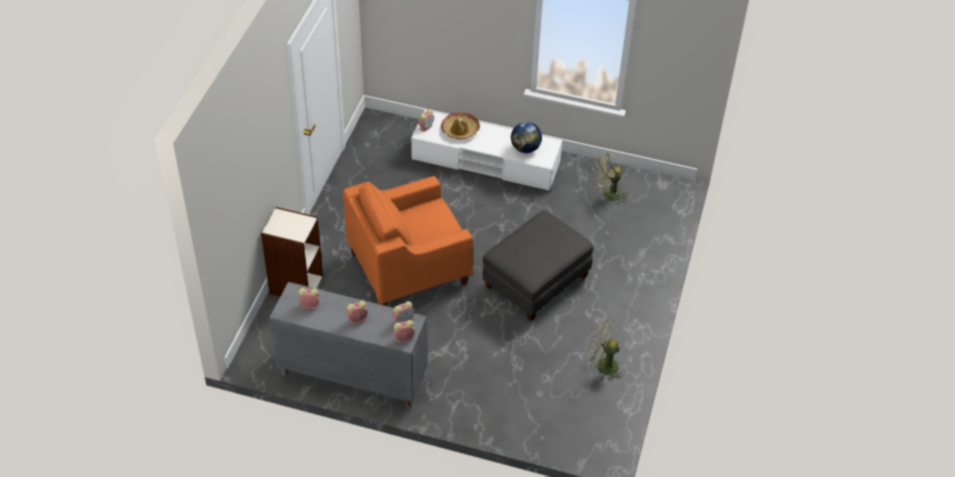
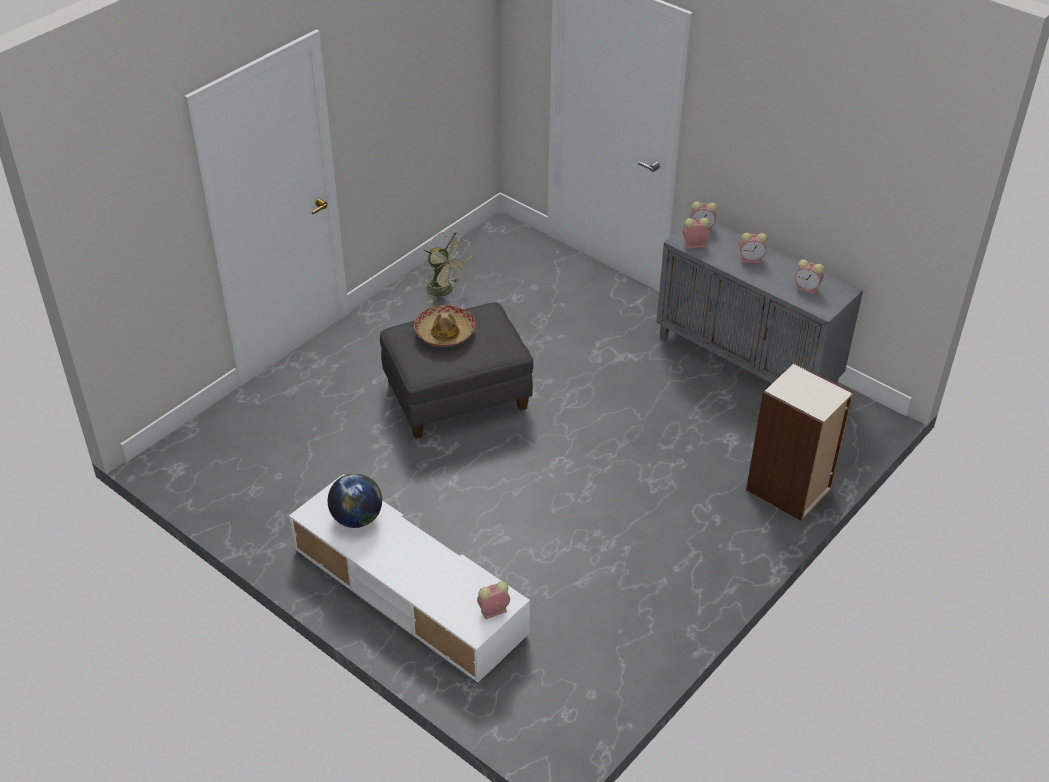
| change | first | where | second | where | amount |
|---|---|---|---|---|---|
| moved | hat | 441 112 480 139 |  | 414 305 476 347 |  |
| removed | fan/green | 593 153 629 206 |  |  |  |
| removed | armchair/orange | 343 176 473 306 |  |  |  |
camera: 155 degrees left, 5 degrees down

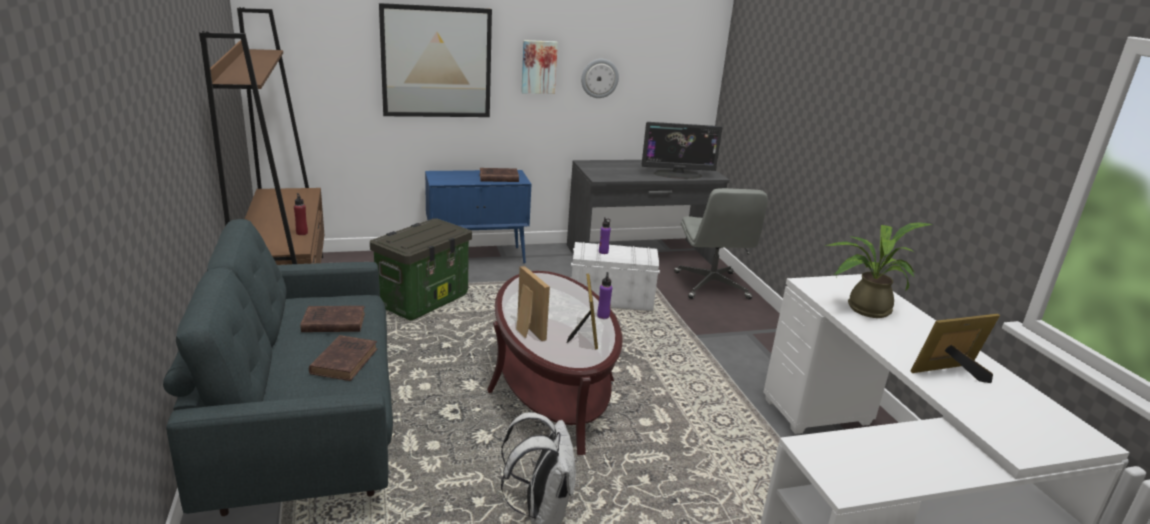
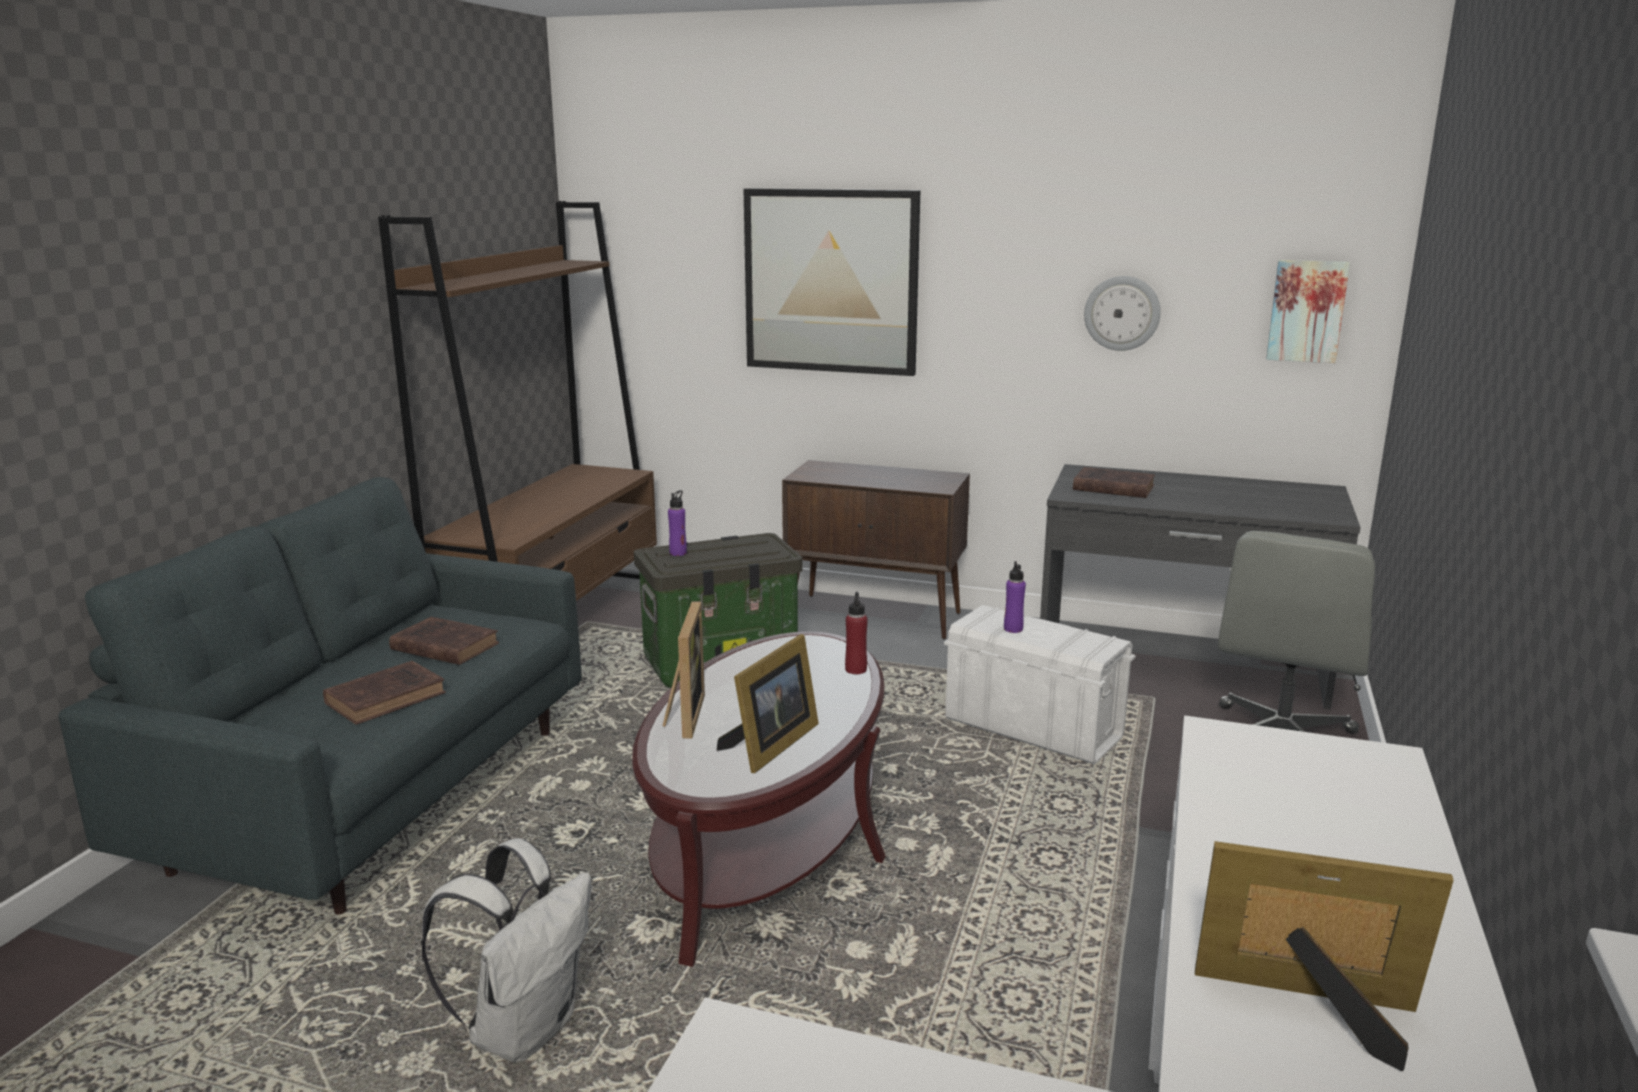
| change | first | where | second | where | amount |
|---|---|---|---|---|---|
| moved | picture | 521 40 558 94 |  | 1266 260 1350 363 |  |
| removed | monitor | 642 122 723 179 |  |  |  |
| moved | book/brown | 480 168 519 182 |  | 1073 467 1155 498 |  |
| recoloured | cabinet/blue | 425 170 531 264 | cabinet/brown | 782 460 970 640 |  |
| moved | bottle/red | 294 193 308 235 |  | 845 592 868 674 |  |
| removed | potted plant | 825 222 933 318 |  |  |  |
| moved | bottle/purple | 597 272 612 319 |  | 668 490 687 556 |  |
camera: 35 degrees right, 5 degrees down

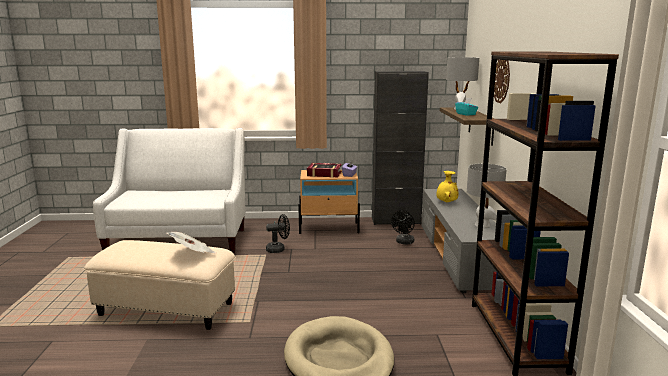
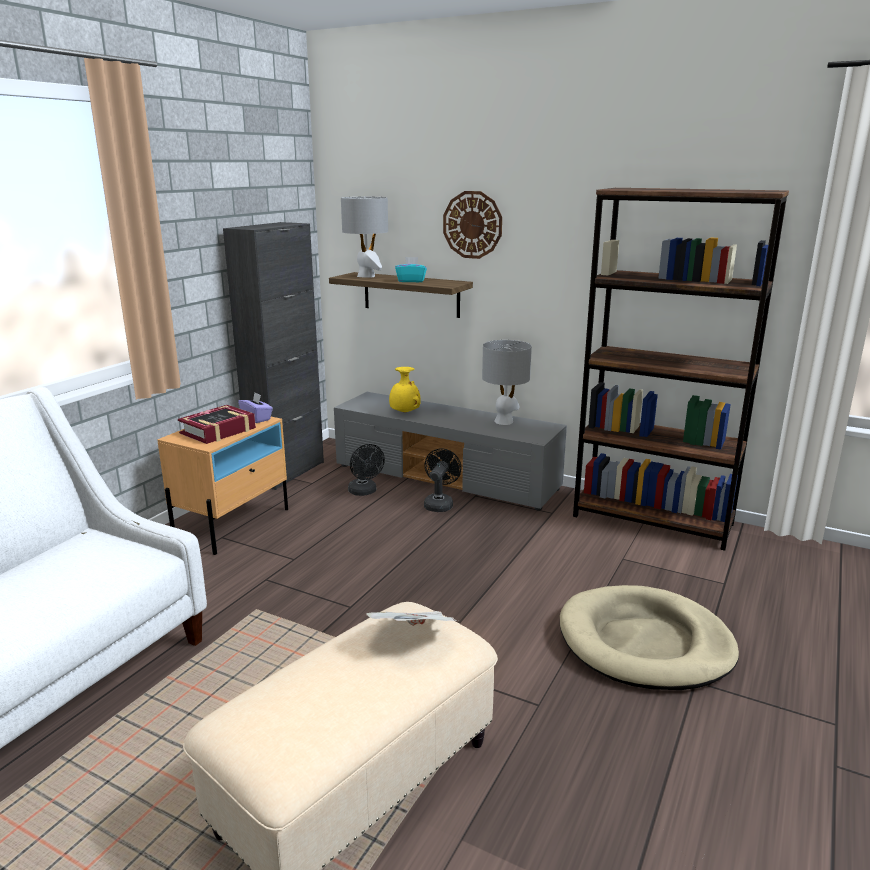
| change | first | where | second | where | amount |
|---|---|---|---|---|---|
| moved | fan/black | 266 214 290 253 |  | 424 448 462 512 |  |
camera: 60 degrees left, 5 degrees up

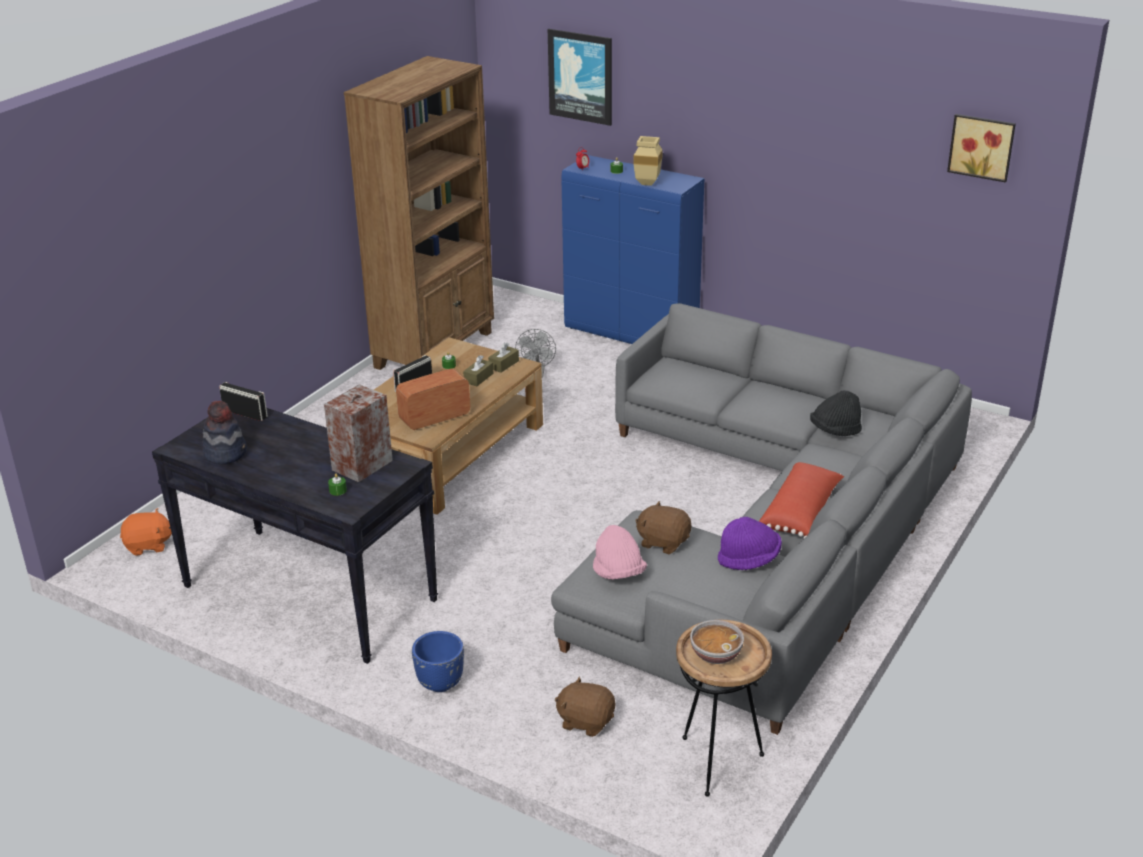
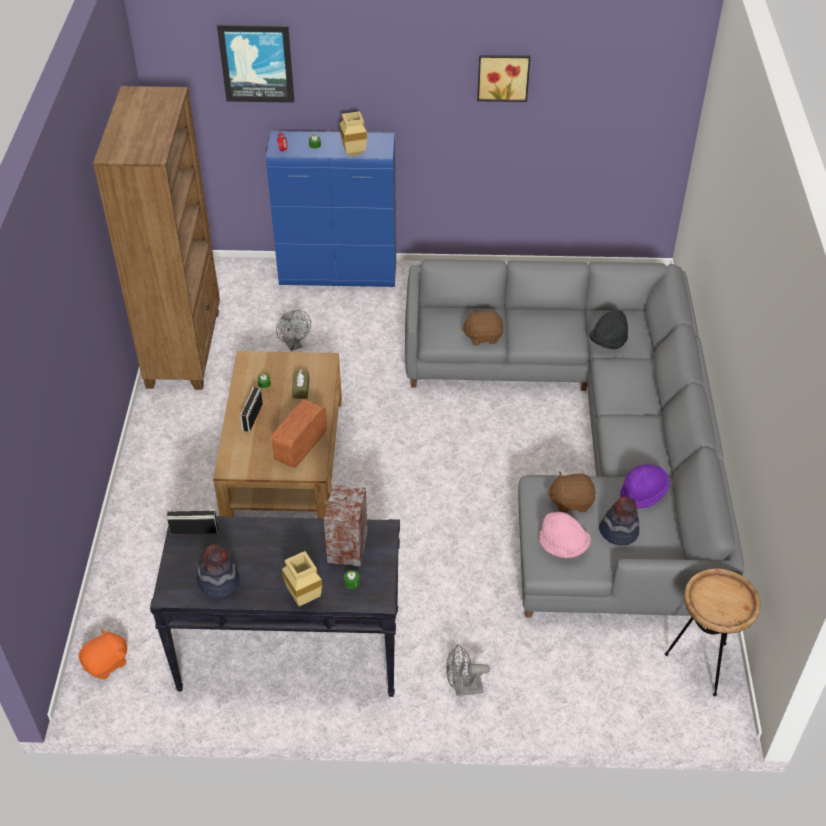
| change | first | where | second | where | amount |
|---|---|---|---|---|---|
| moved | picture | 947 114 1016 182 |  | 477 55 530 102 |  |
| removed | tissue box/brown | 488 342 519 373 |  |  |  |
| removed | pillow/red | 759 462 844 539 |  |  |  |
| removed | bowl | 690 620 744 664 |  |  |  |
| replaced | planter/blue | 412 631 464 692 | fan/grey | 446 645 490 696 |  |
| moved | plush toy/brown | 555 676 615 737 |  | 461 310 504 346 |  |
| added |  |  | hat | 599 496 639 546 |  |
| added |  |  | vase/beige | 282 551 322 606 |  |
camera: 30 degrees left, 15 degrees up

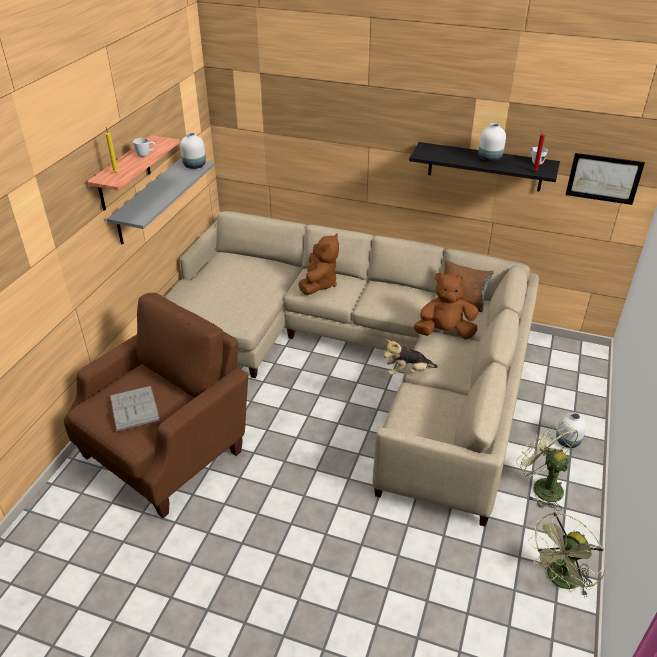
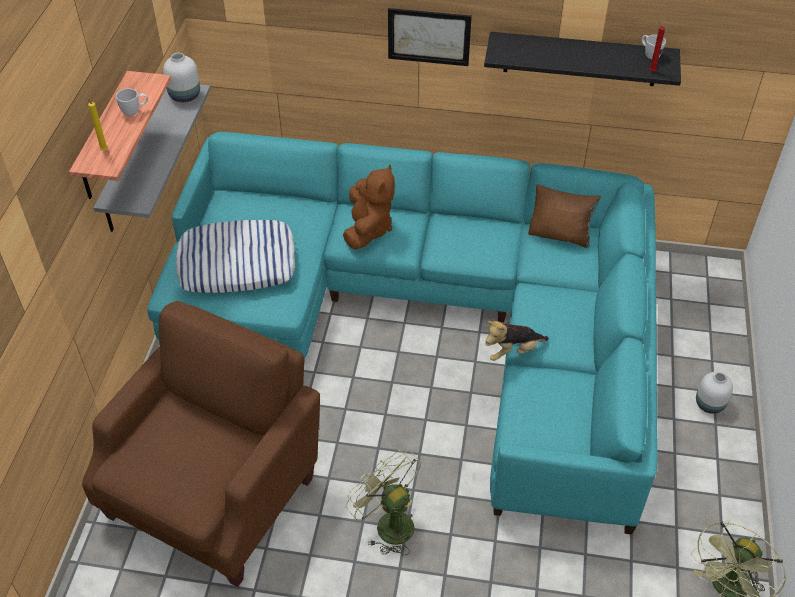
| change | first | where | second | where | amount |
|---|---|---|---|---|---|
| removed | vase/white | 478 123 506 162 |  |  |  |
| moved | picture | 565 153 645 205 |  | 388 8 472 66 |  |
| recoloured | sofa/beige | 165 211 539 526 | sofa/turquoise | 147 132 657 535 |  |
| removed | plush toy/brown | 414 273 478 339 |  |  |  |
| removed | book/grey | 110 386 160 432 |  |  |  |
| moved | fan/green | 516 422 578 511 |  | 346 450 421 556 |  |
| added |  |  | pillow | 176 220 295 293 |  |
camera: 10 degrees left, 10 degrees up

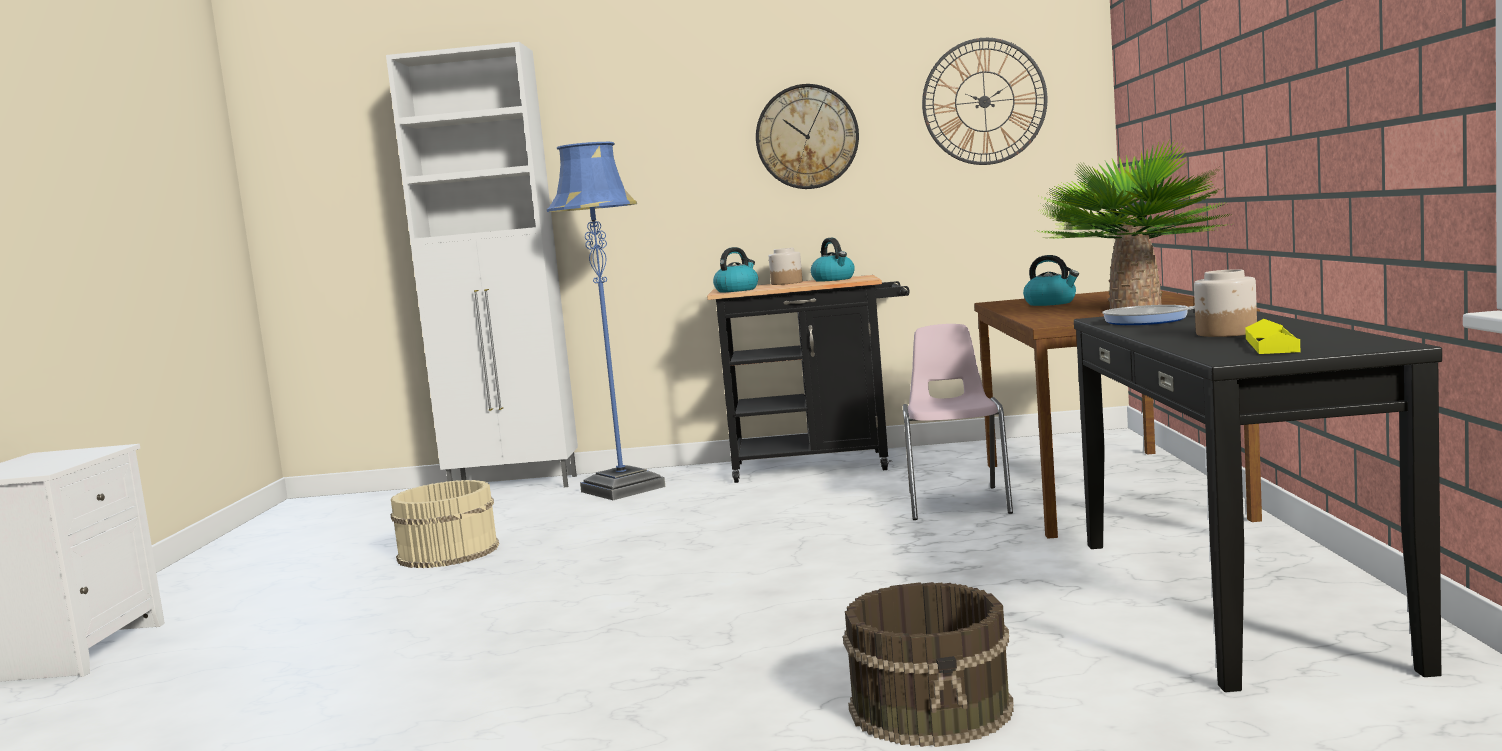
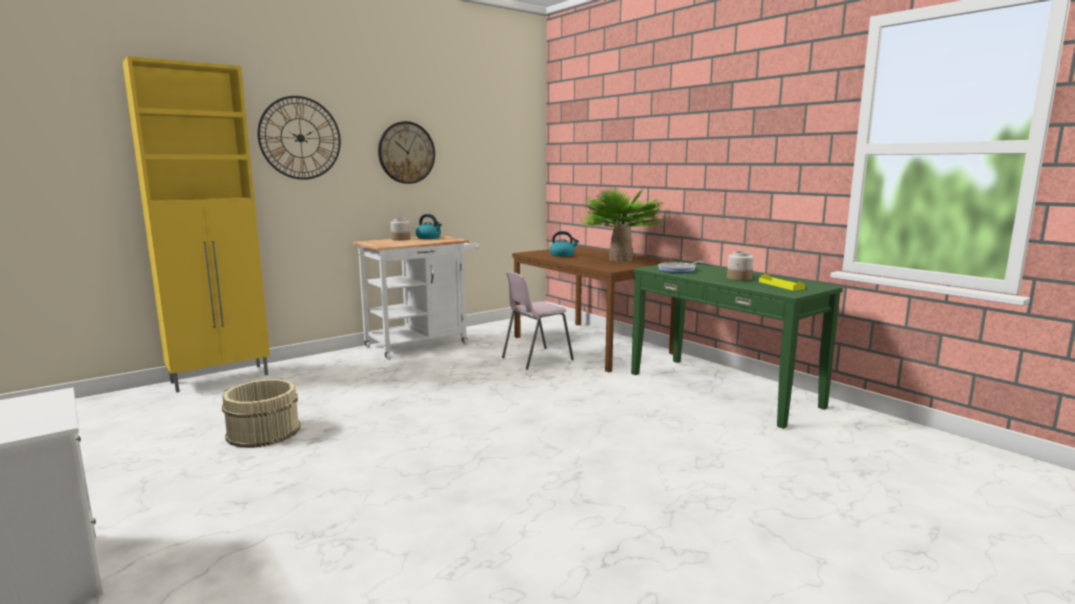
| change | first | where | second | where | amount |
|---|---|---|---|---|---|
| moved | wall clock | 922 38 1047 165 |  | 258 96 341 180 |  |
| recoloured | cabinet/white | 386 42 578 487 | cabinet/yellow | 123 56 270 393 |  |
| removed | floor lamp/blue | 547 142 666 500 |  |  |  |
| removed | kettle | 713 247 758 292 |  |  |  |
| recoloured | cart/black | 707 275 909 483 | cart/white | 353 235 479 360 |  |
| recoloured | console table/black | 1074 308 1442 692 | console table/green | 631 261 843 429 |  |
| turned | chair/pink | 903 324 1013 520 |  | 502 272 574 370 | 90 degrees counterclockwise |
| removed | bucket/brown | 843 582 1014 747 |  |  |  |
camera: 40 degrees left, 5 degrees up

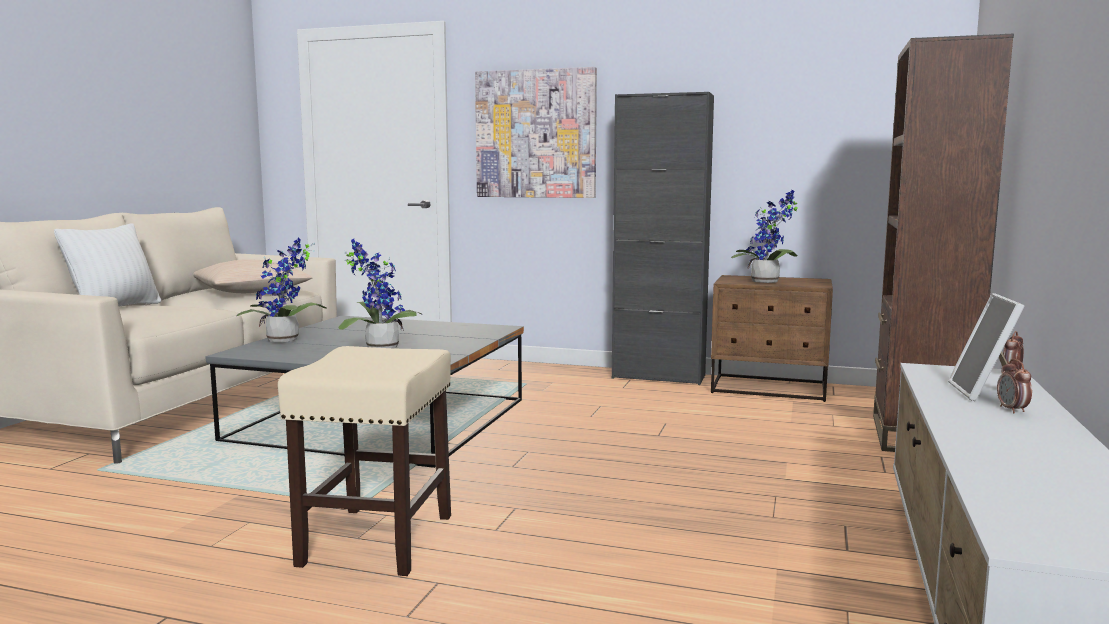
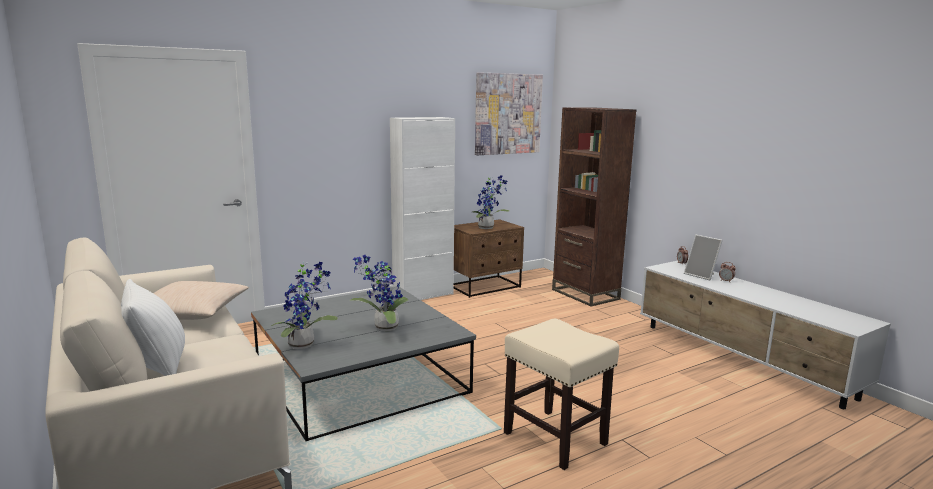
| change | first | where | second | where | amount |
|---|---|---|---|---|---|
| moved | picture | 475 67 597 198 |  | 475 72 543 155 |  |
| recoloured | cabinet/black | 612 92 714 385 | cabinet/white | 390 117 455 300 |  |
camera: 50 degrees left, 5 degrees up

